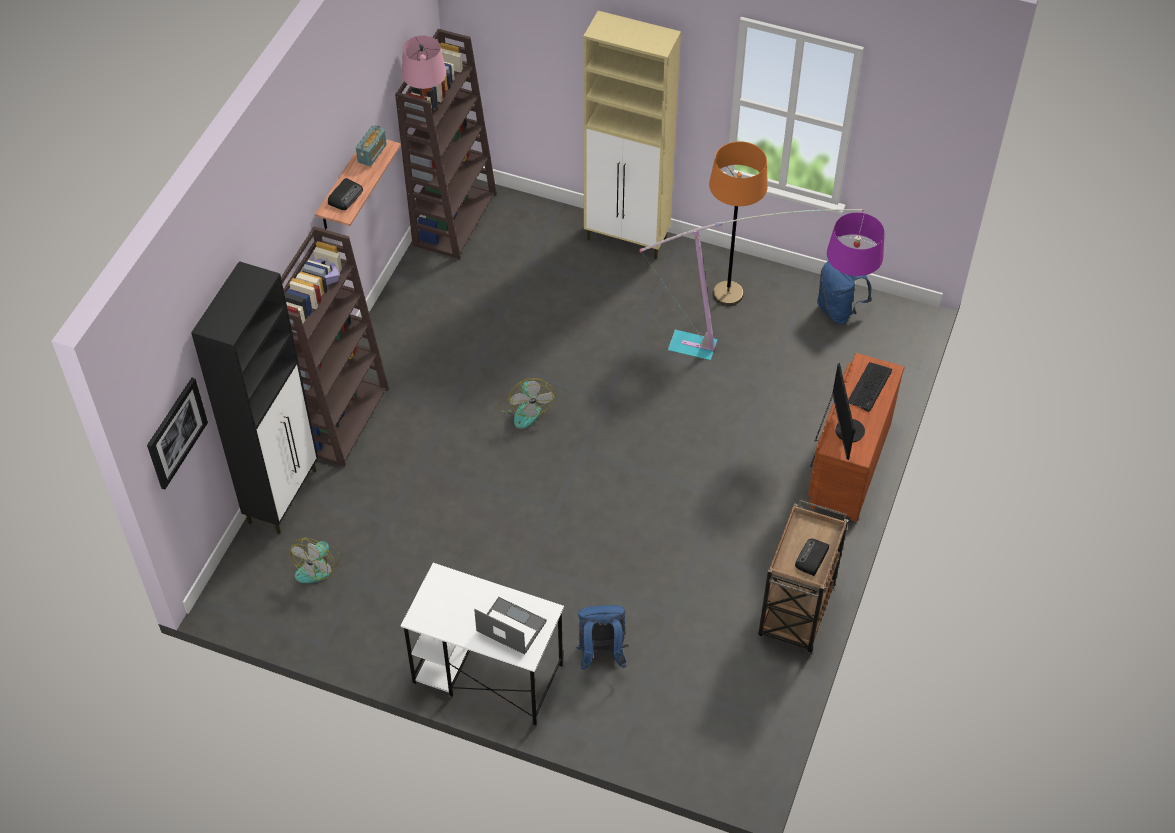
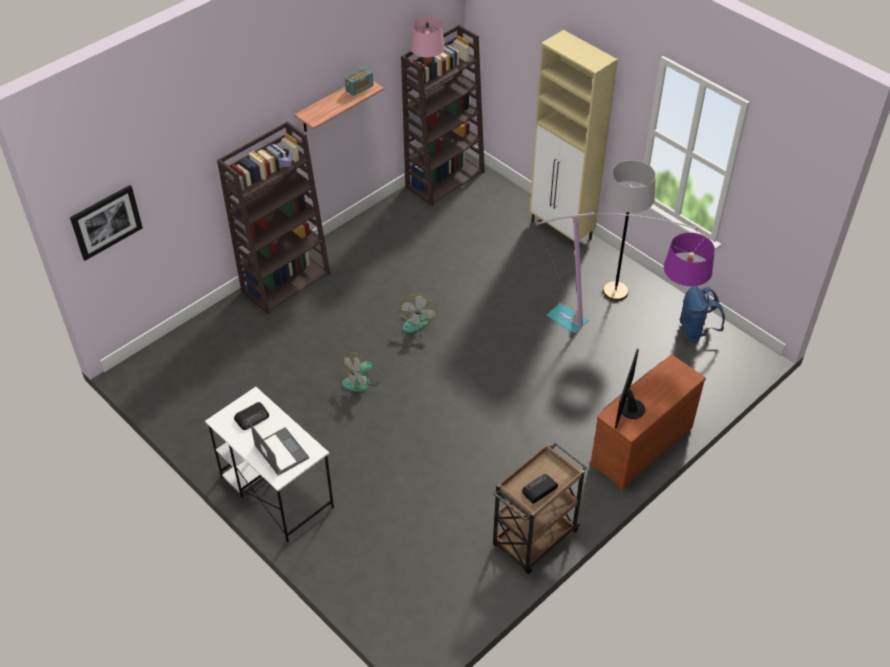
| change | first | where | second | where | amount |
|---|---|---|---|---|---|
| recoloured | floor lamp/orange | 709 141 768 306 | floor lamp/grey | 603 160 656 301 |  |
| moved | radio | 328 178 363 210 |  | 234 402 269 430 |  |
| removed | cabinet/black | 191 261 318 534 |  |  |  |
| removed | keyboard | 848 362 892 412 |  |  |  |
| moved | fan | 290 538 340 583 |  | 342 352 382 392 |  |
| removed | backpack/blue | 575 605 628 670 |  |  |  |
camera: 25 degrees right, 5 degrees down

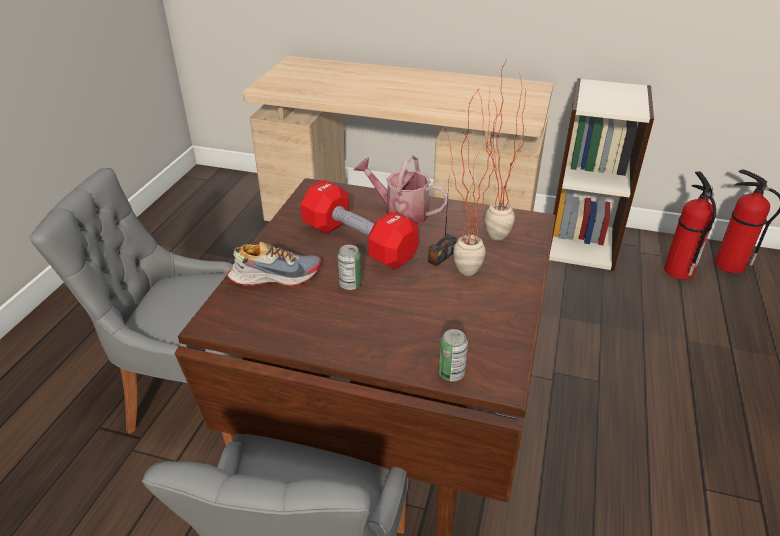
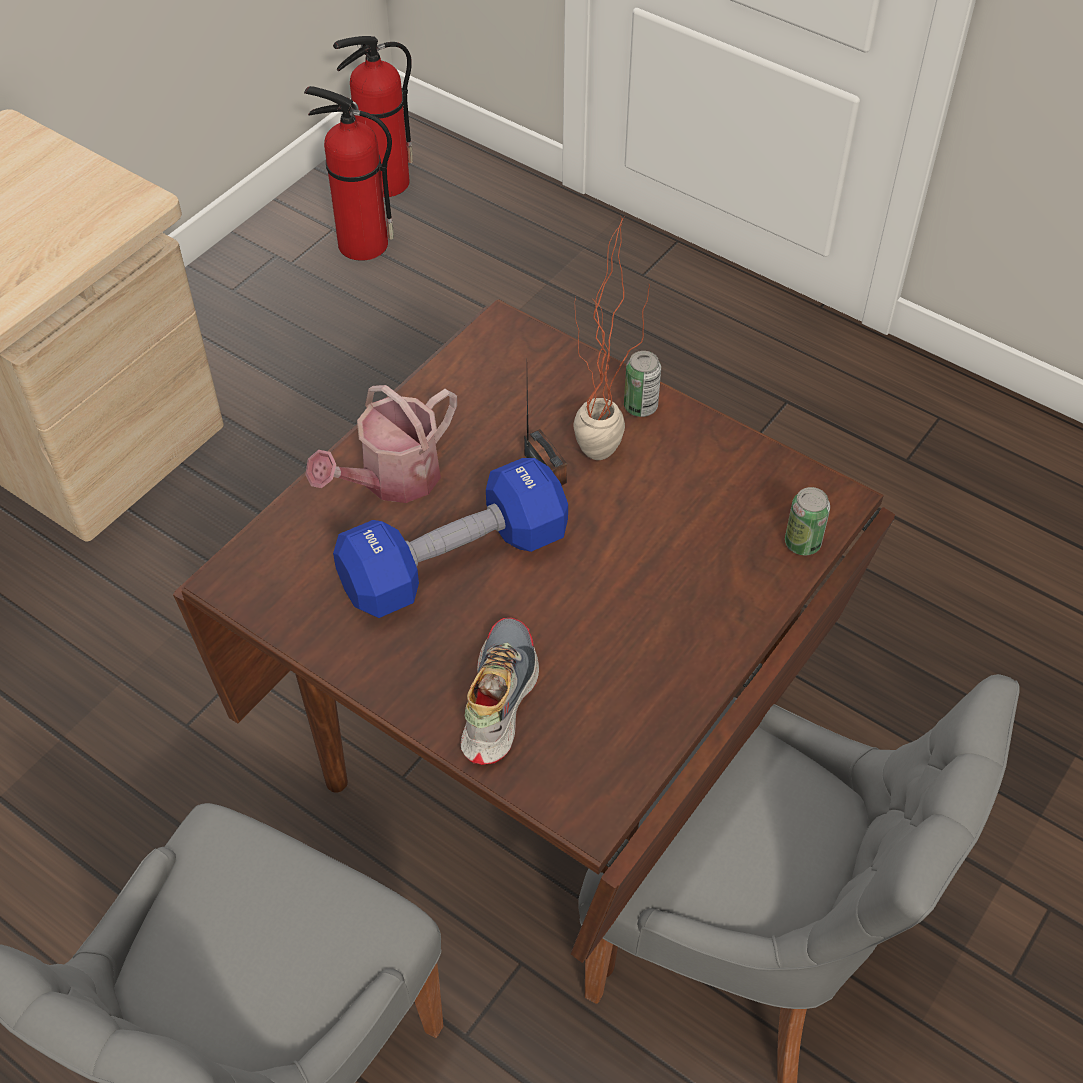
| change | first | where | second | where | amount |
|---|---|---|---|---|---|
| removed | potted plant | 477 58 527 241 |  |  |  |
| removed | bookcase | 549 78 654 271 |  |  |  |
| recoloured | dumbbell/red | 301 180 419 269 | dumbbell/blue | 333 458 568 618 |  |
| moved | can | 337 245 362 290 |  | 624 351 661 417 |  |
camera: 70 degrees left, 15 degrees up

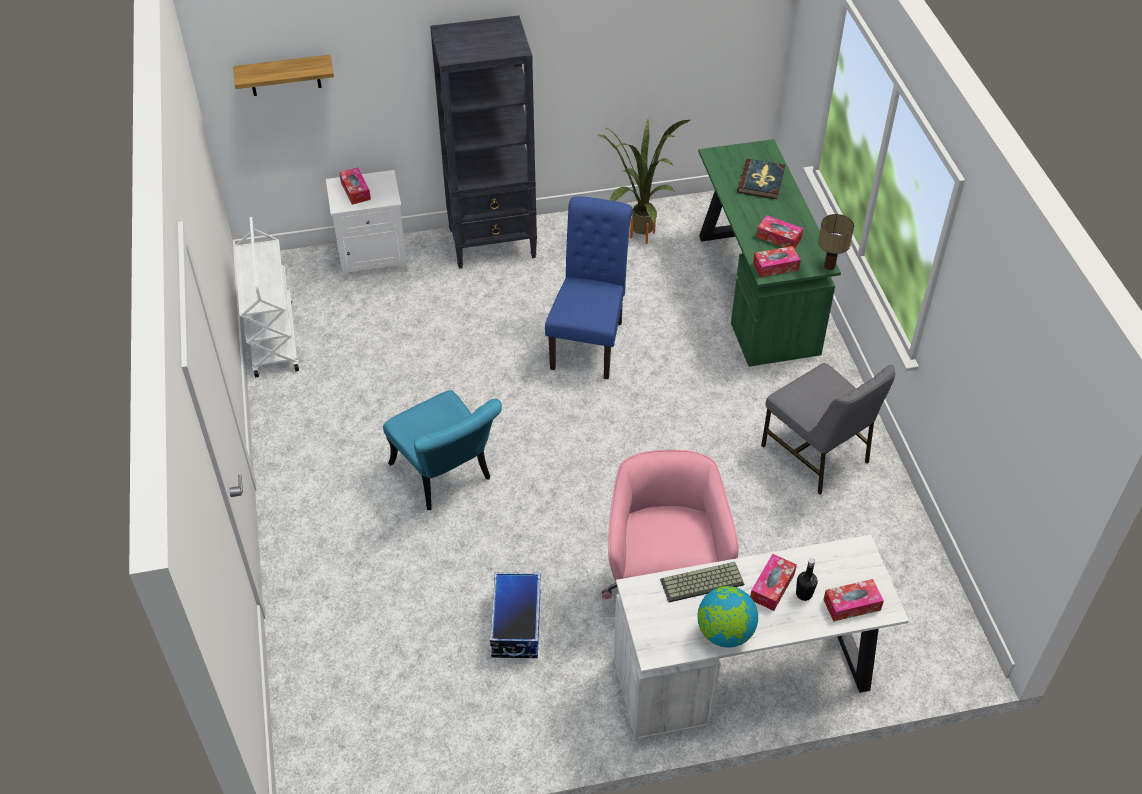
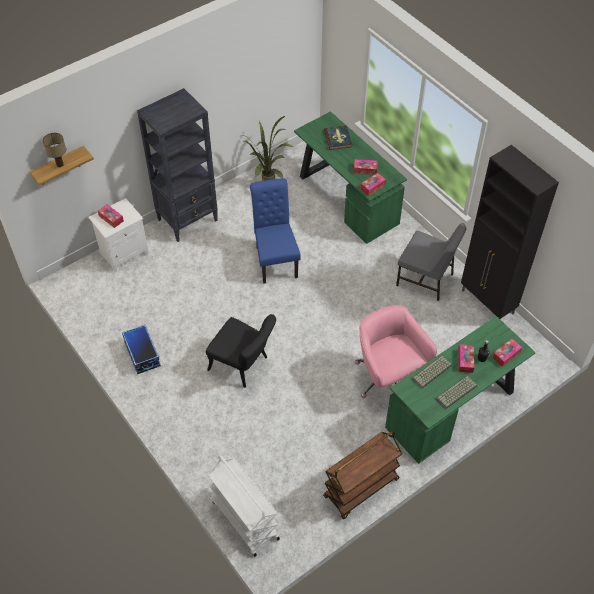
| change | first | where | second | where | amount |
|---|---|---|---|---|---|
| moved | table lamp | 818 214 854 270 |  | 43 133 66 167 |  |
| moved | cart/white | 235 217 299 377 |  | 208 455 280 557 |  |
| recoloured | chair/turquoise | 383 390 502 510 | chair/black | 206 314 276 388 |  |
| recoloured | desk/white | 613 535 909 740 | desk/green | 385 316 536 464 |  |
| moved | storage box | 490 572 541 658 |  | 122 324 161 374 |  |
| replaced | globe | 698 586 758 647 | keyboard | 435 376 477 409 |  |
| added |  |  | cabinet/black | 461 145 559 320 |  |
| added |  |  | cart/brown | 323 431 403 519 |  |
camera: 25 degrees left, 5 degrees up

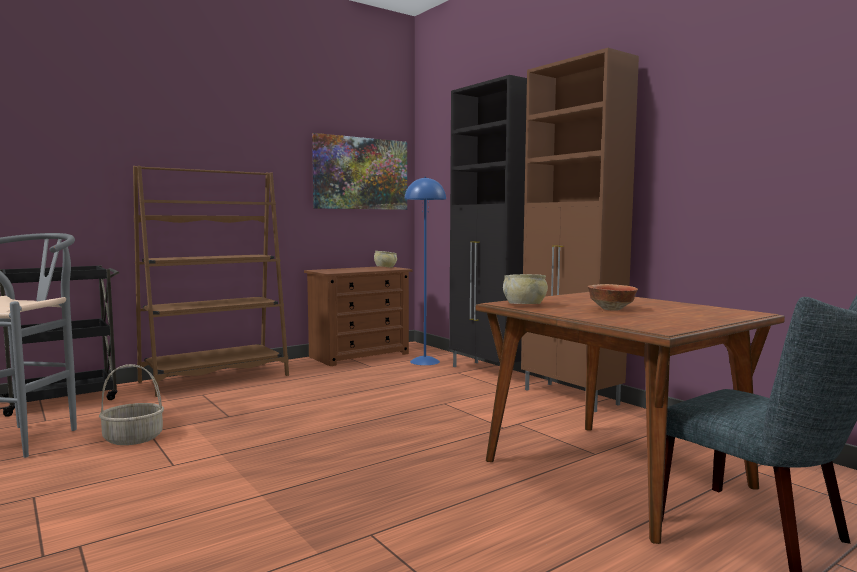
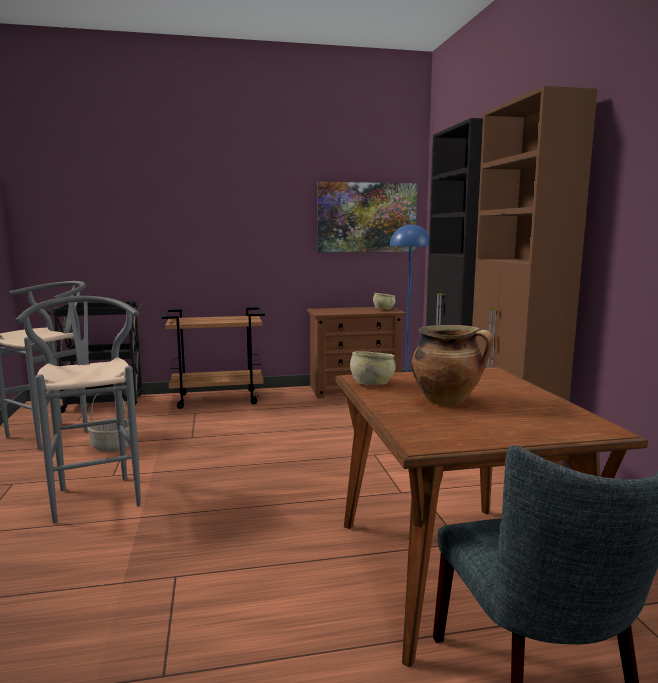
| change | first | where | second | where | amount |
|---|---|---|---|---|---|
| replaced | bookcase/brown | 133 166 289 397 | cart/brown | 162 307 265 409 |  |
| replaced | bowl | 588 284 638 311 | cooking pot | 412 325 494 406 |  |
| added |  |  | stool/grey | 15 296 141 523 |  |
camera: 25 degrees right, 5 degrees up

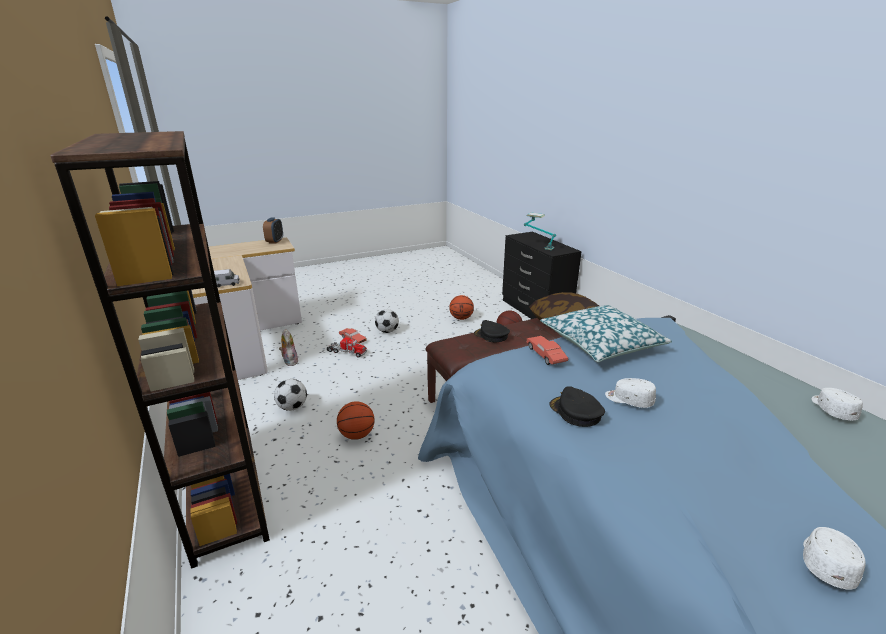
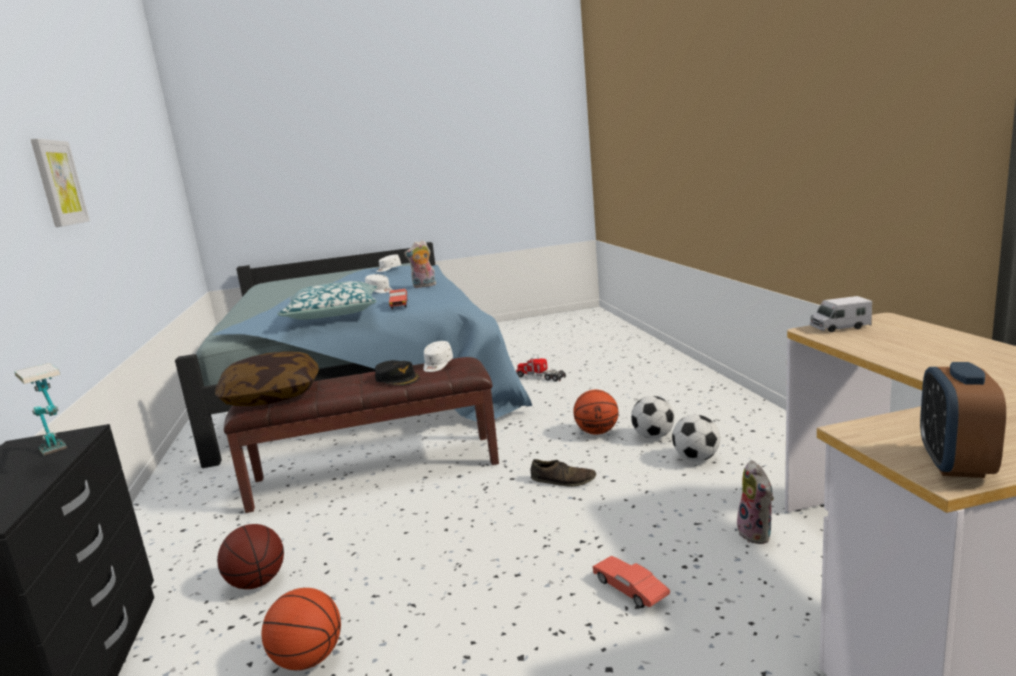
| change | first | where | second | where | amount |
|---|---|---|---|---|---|
| removed | bookcase/brown | 50 131 270 569 |  |  |  |
| moved | football | 375 309 399 333 |  | 631 396 675 439 |  |
| moved | toy truck | 327 336 367 358 |  | 516 354 566 381 |  |
| replaced | cap/black | 549 386 605 427 | plush toy | 404 240 436 288 |  |
| moved | cap/white | 812 388 863 421 |  | 424 341 453 372 |  |
| added |  |  | picture | 31 139 90 227 |  |
| added |  |  | shoe/brown | 531 459 596 487 |  |
camera: 165 degrees left, 10 degrees down

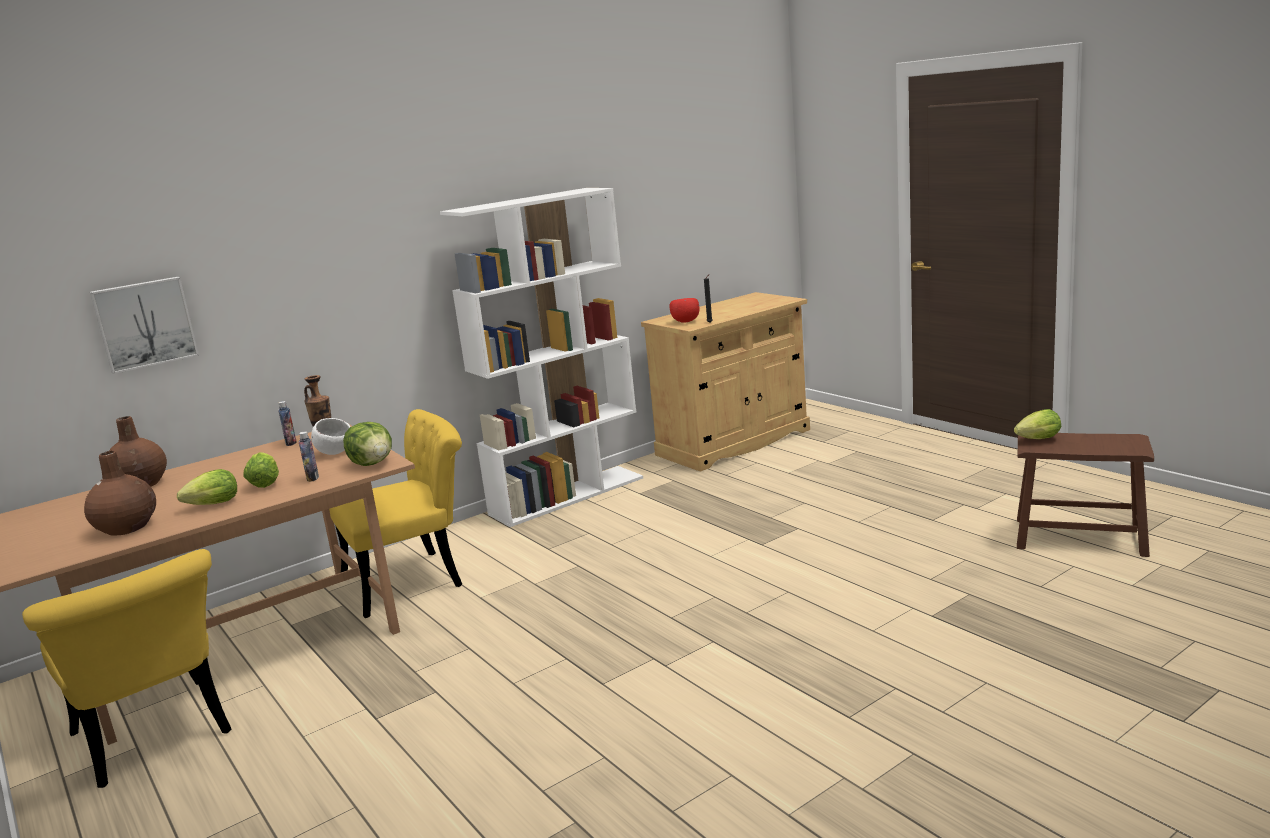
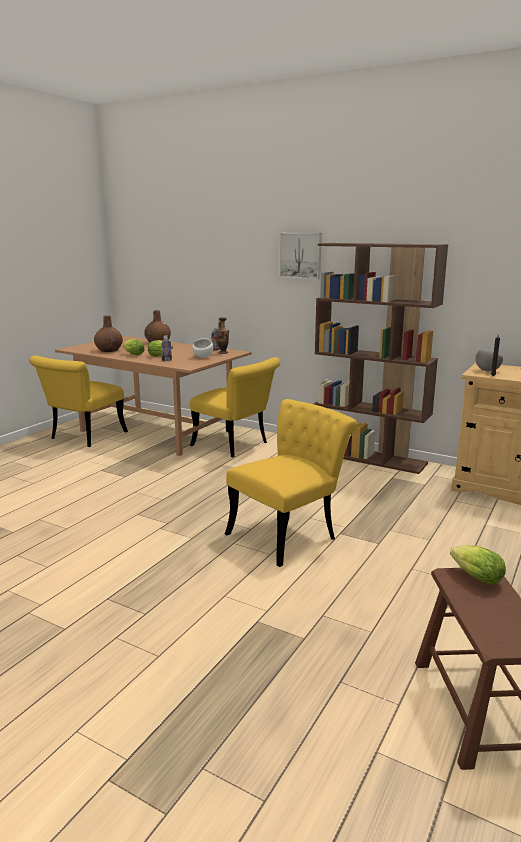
| change | first | where | second | where | amount |
|---|---|---|---|---|---|
| recoloured | bookcase/white | 440 188 643 527 | bookcase/brown | 314 243 448 474 |  |
| moved | picture | 90 277 199 374 |  | 279 233 322 279 |  |
| recoloured | bowl/red | 670 298 699 323 | bowl/grey | 475 349 503 371 |  |
| removed | lettuce | 343 422 392 466 |  |  |  |
| added |  |  | chair/yellow | 225 399 358 567 |  |
camera: 65 degrees right, 0 degrees up

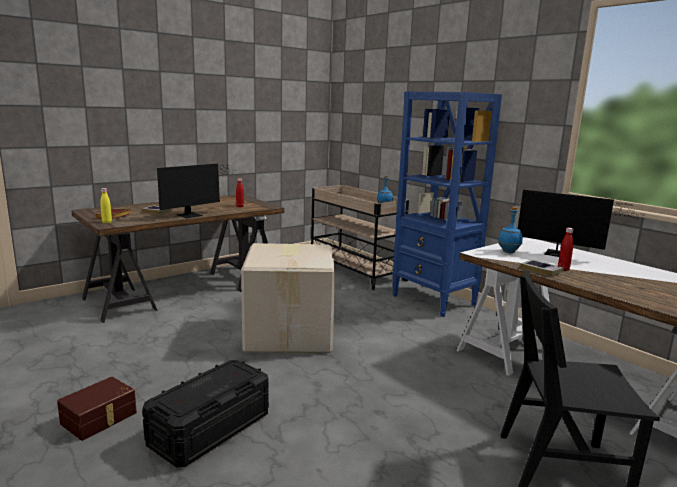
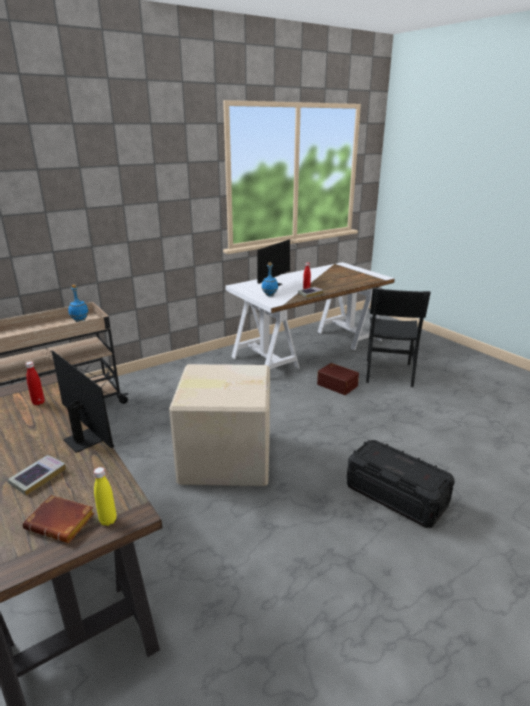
| change | first | where | second | where | amount |
|---|---|---|---|---|---|
| removed | bookcase/blue | 392 91 502 317 |  |  |  |
| moved | storage box/brown | 57 377 137 441 |  | 317 363 359 395 |  |
camera: 85 degrees left, 10 degrees up

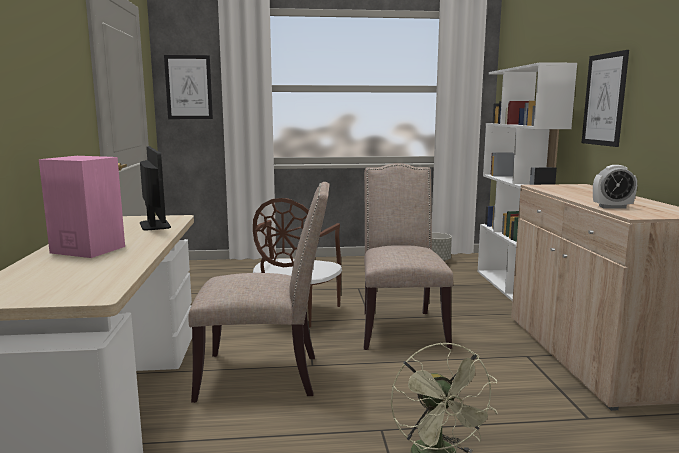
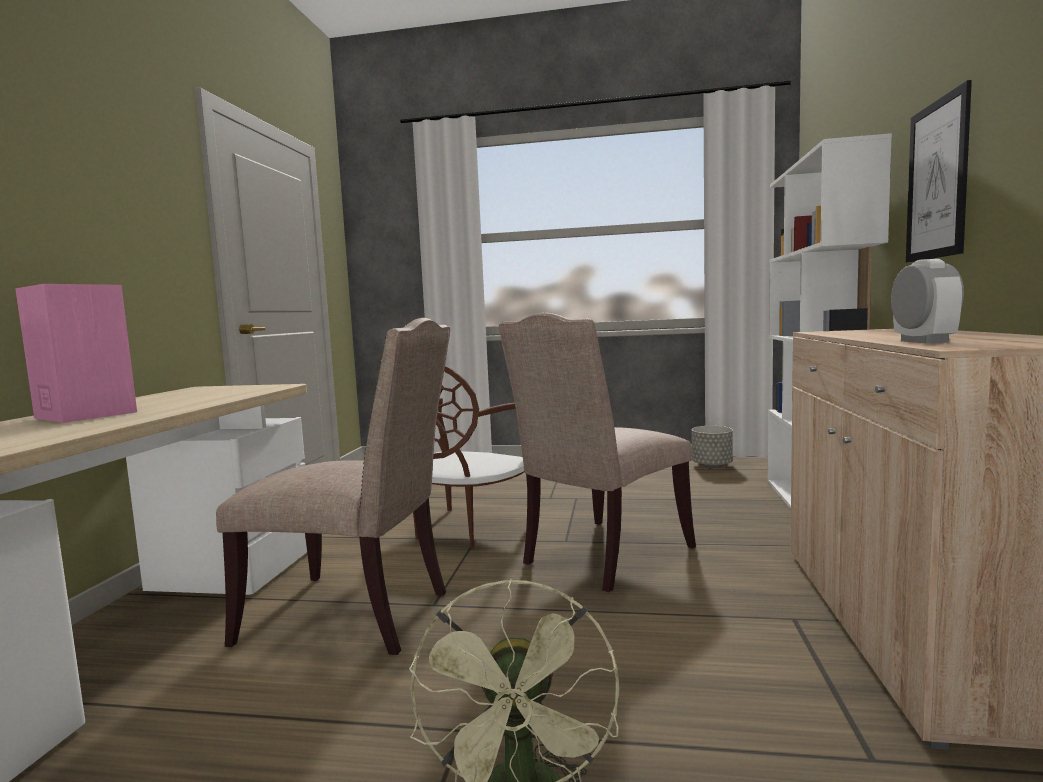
| change | first | where | second | where | amount |
|---|---|---|---|---|---|
| removed | picture | 164 55 213 119 |  |  |  |
| removed | monitor | 140 146 171 230 |  |  |  |
| turned | chair/beige | 364 163 453 350 |  | 499 313 696 592 | 150 degrees counterclockwise |
| turned | alarm clock | 593 165 637 209 |  | 891 259 964 343 | 105 degrees counterclockwise |
camera: 15 degrees right, 5 degrees down

